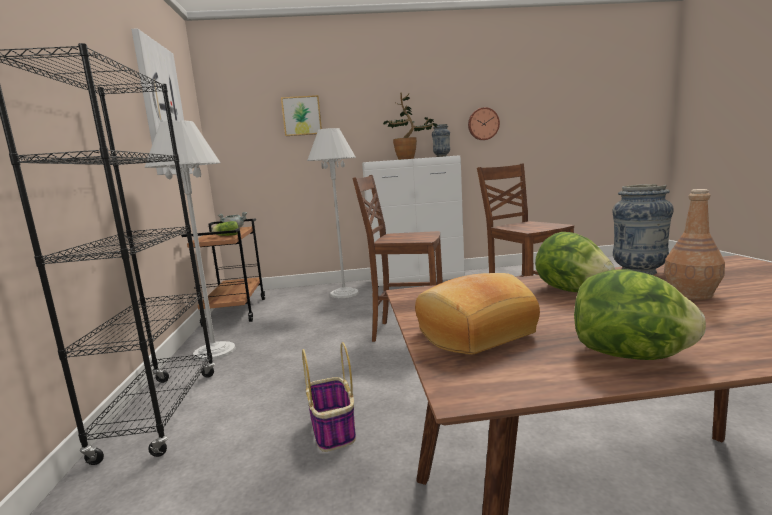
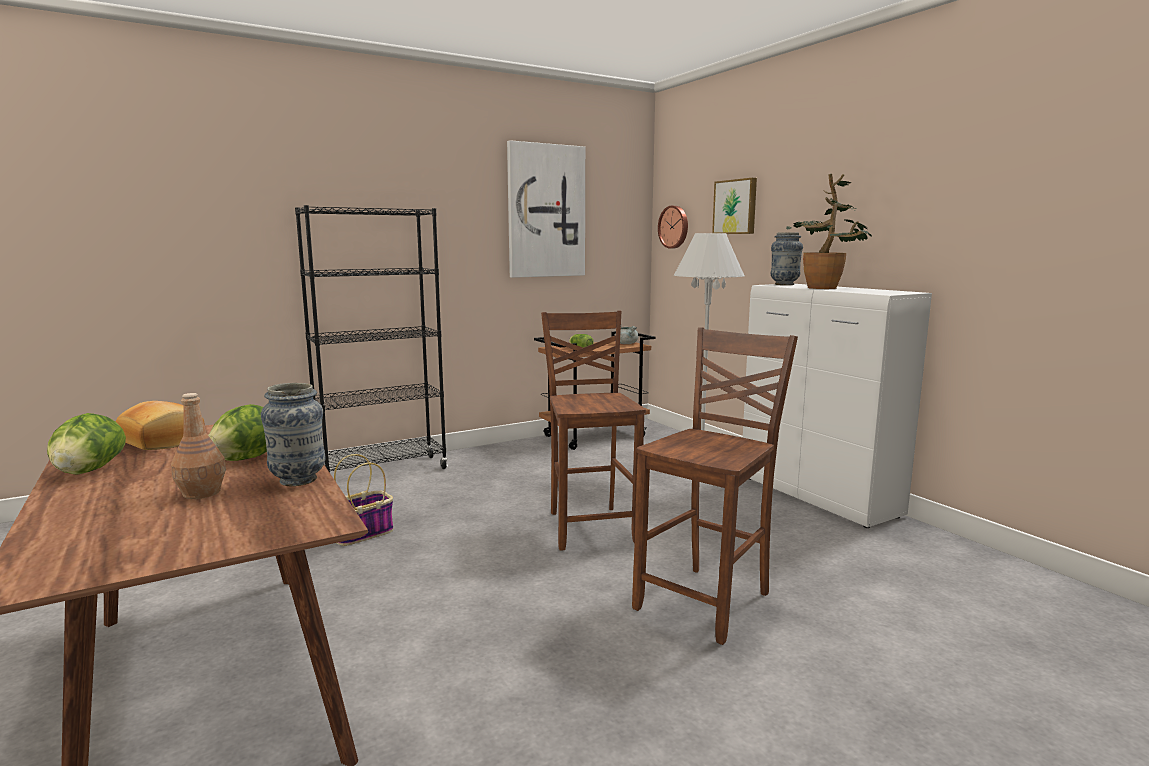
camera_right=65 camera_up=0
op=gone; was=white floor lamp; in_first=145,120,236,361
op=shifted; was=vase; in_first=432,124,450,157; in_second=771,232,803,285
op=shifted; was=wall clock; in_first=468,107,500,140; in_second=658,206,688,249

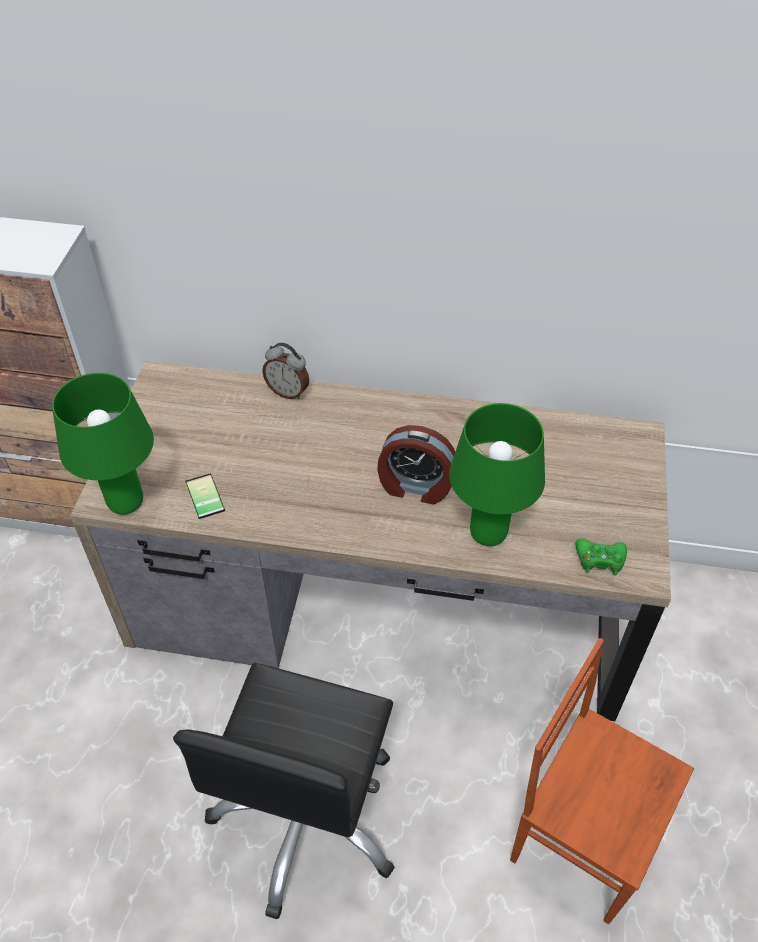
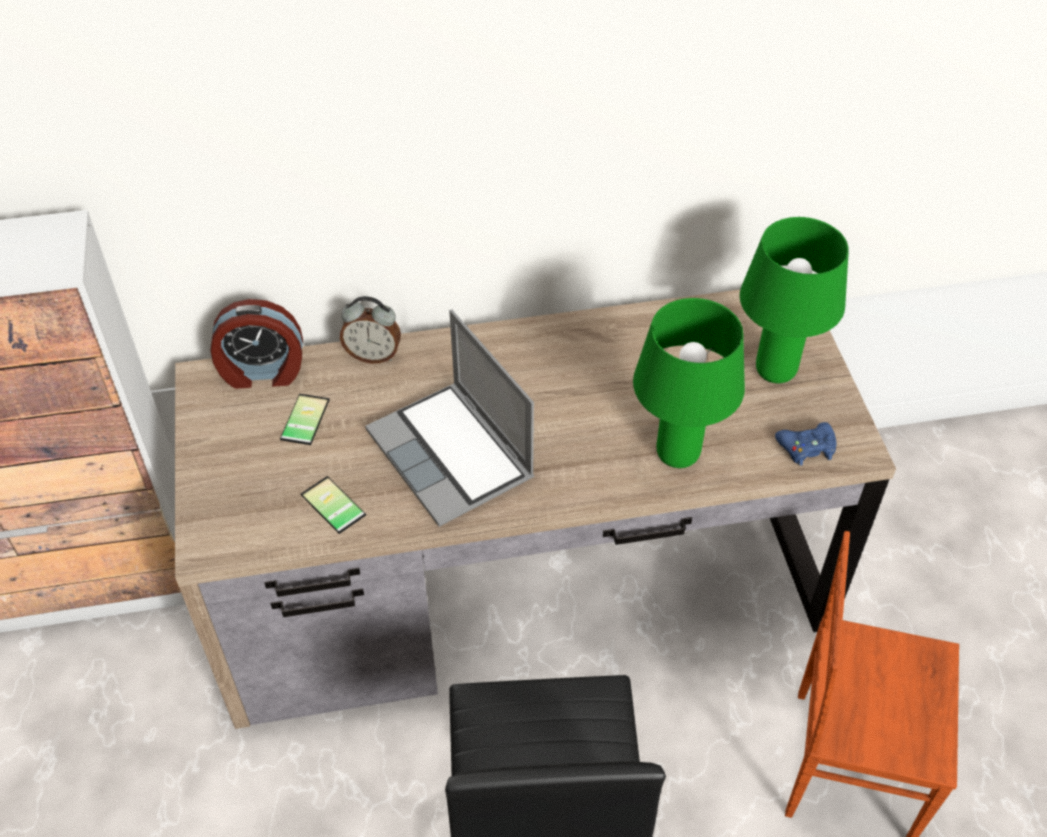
camera_right=-20 camera_up=0
op=new; now=phone; in_second=280,394,330,445
op=new; now=laptop; in_second=365,309,534,527
op=shifted; was=green table lamp; in_first=52,373,154,515; in_second=740,217,849,383
op=shifted; was=alarm clock; in_first=377,425,455,505; in_second=210,299,303,389
op=repainted; was=green game controller; now=blue game controller; in_first=576,539,627,575; in_second=775,422,836,466

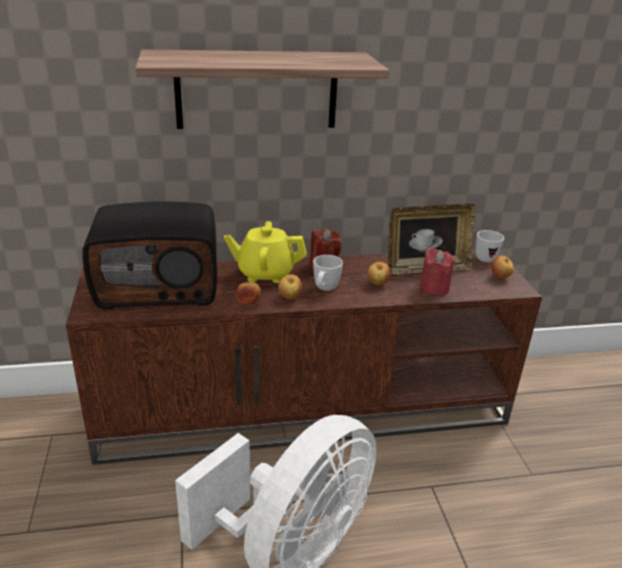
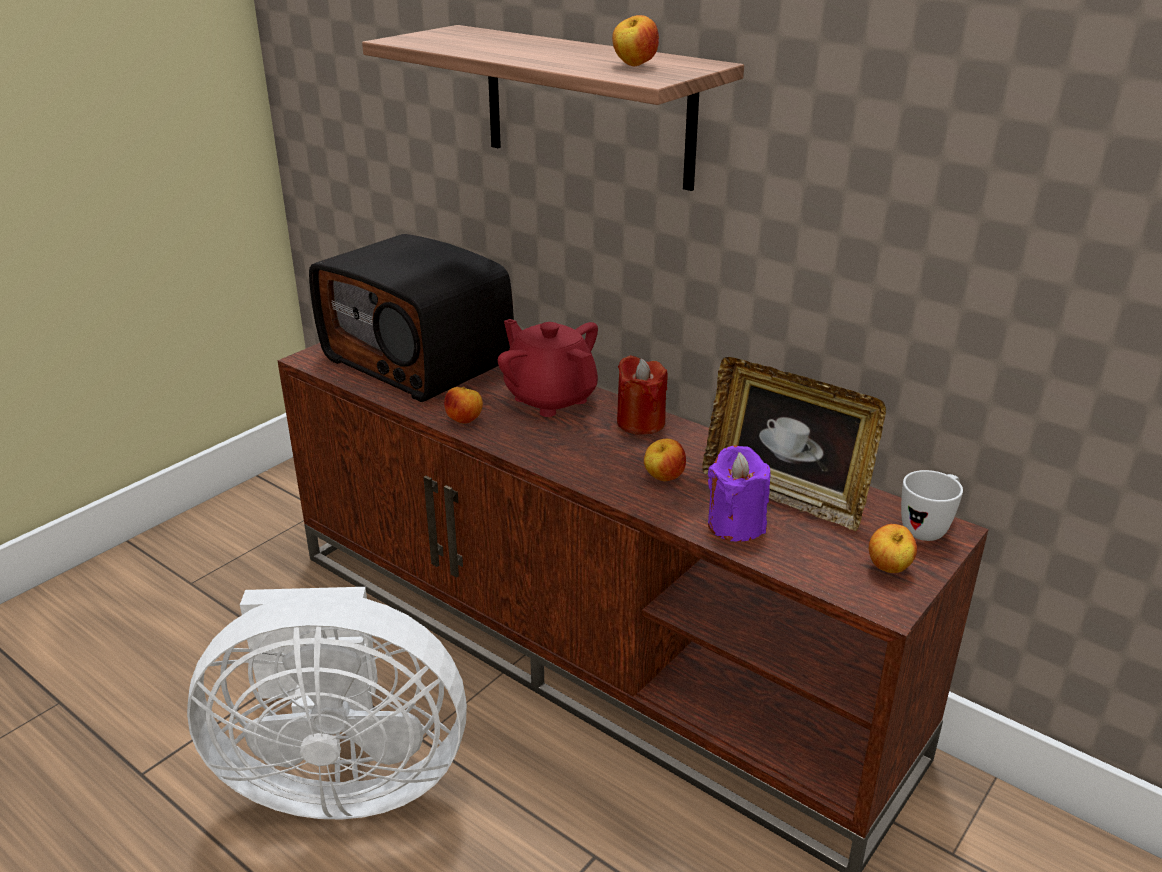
camera_right=50 camera_up=0
op=gone; was=white mug; in_first=313,255,343,291
op=shifted; was=apple; in_first=278,274,302,299; in_second=612,15,659,66
op=repainted; was=yellow teapot; now=red teapot; in_first=224,221,307,283; in_second=498,319,598,417
op=repainted; was=red candle; now=purple candle; in_first=420,247,455,296; in_second=708,445,770,542

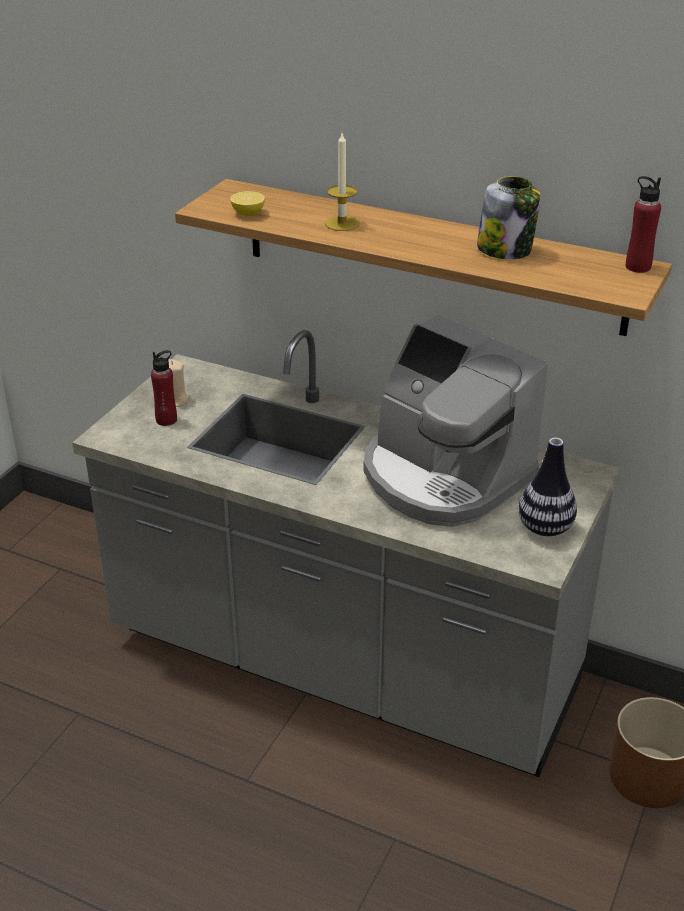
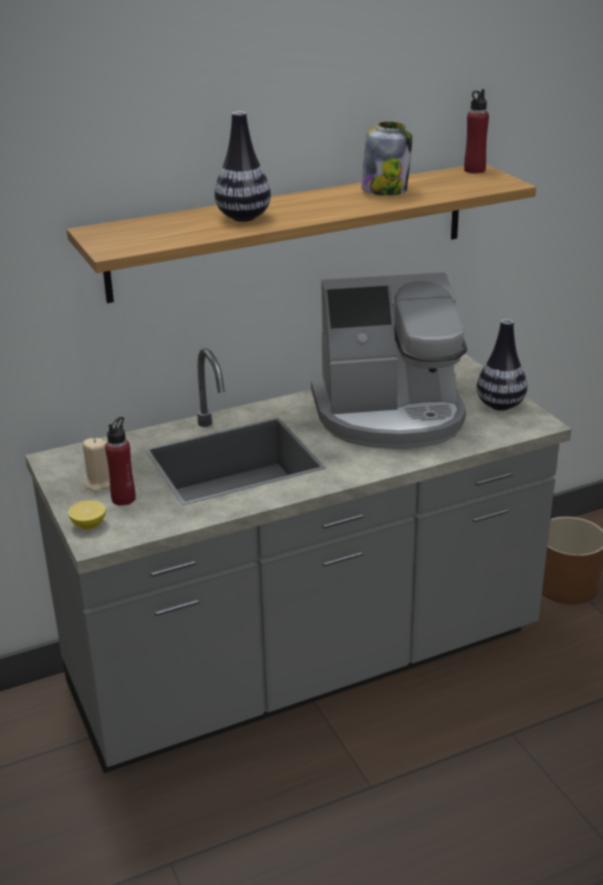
camera_right=-50 camera_up=-5
op=shifted; was=lemon; in_first=230,191,265,216; in_second=68,500,106,529
op=swapped; was=candle; now=vase; in_first=325,133,360,231; in_second=215,111,271,222

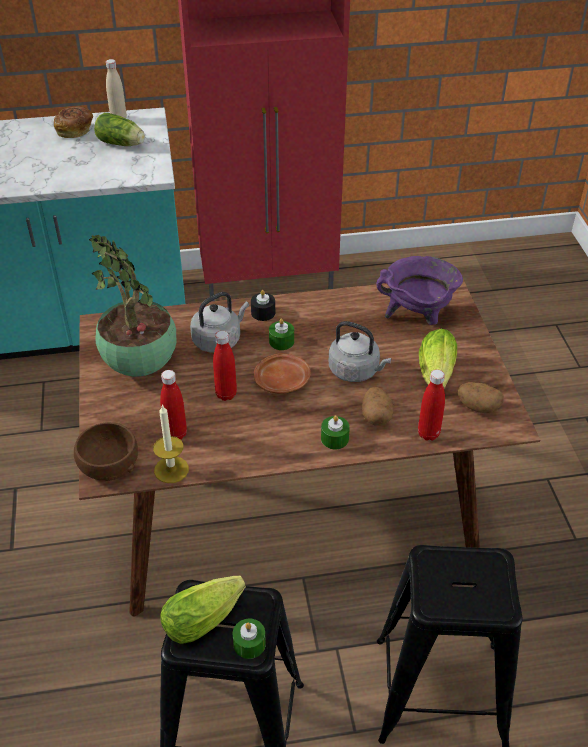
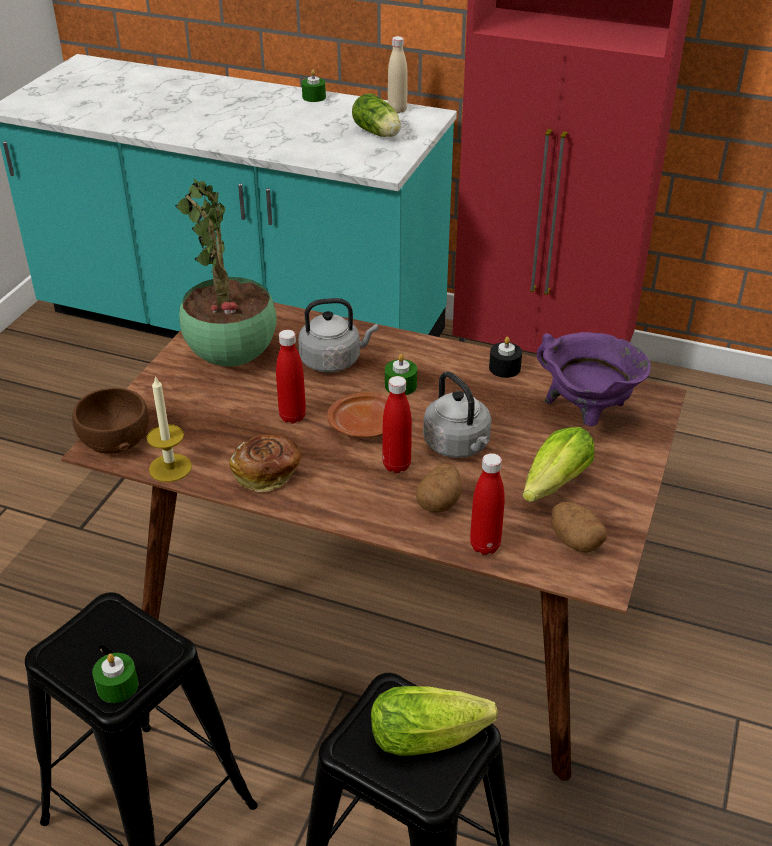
camera_right=30 camera_up=-5
op=shifted; was=bread; in_first=54,106,93,138; in_second=229,434,301,492
op=shifted; was=red bottle; in_first=160,370,187,440; in_second=383,376,412,473
op=shifted; was=lettuce; in_first=160,576,246,644; in_second=371,686,498,756
op=shifted; was=black candle; in_first=251,290,275,321; in_second=489,337,522,378
op=shifted; was=green candle; in_first=321,415,350,449; in_second=302,70,326,102

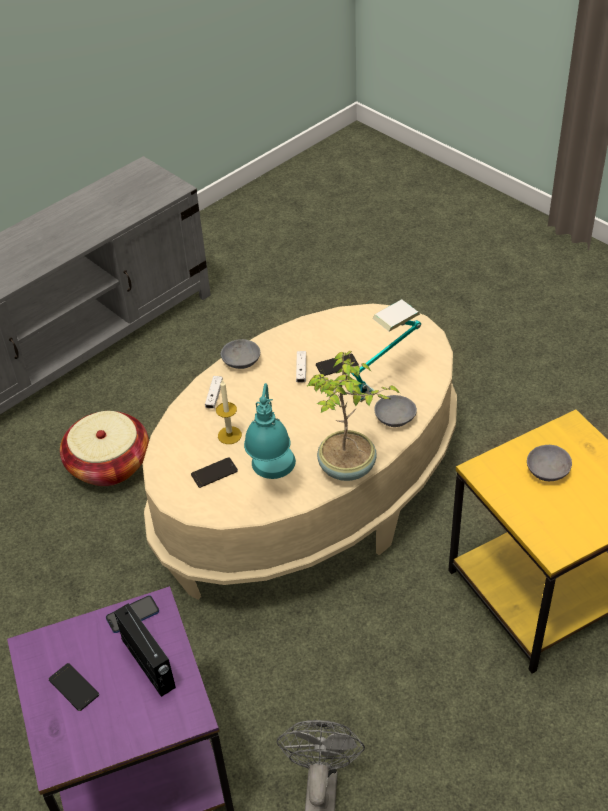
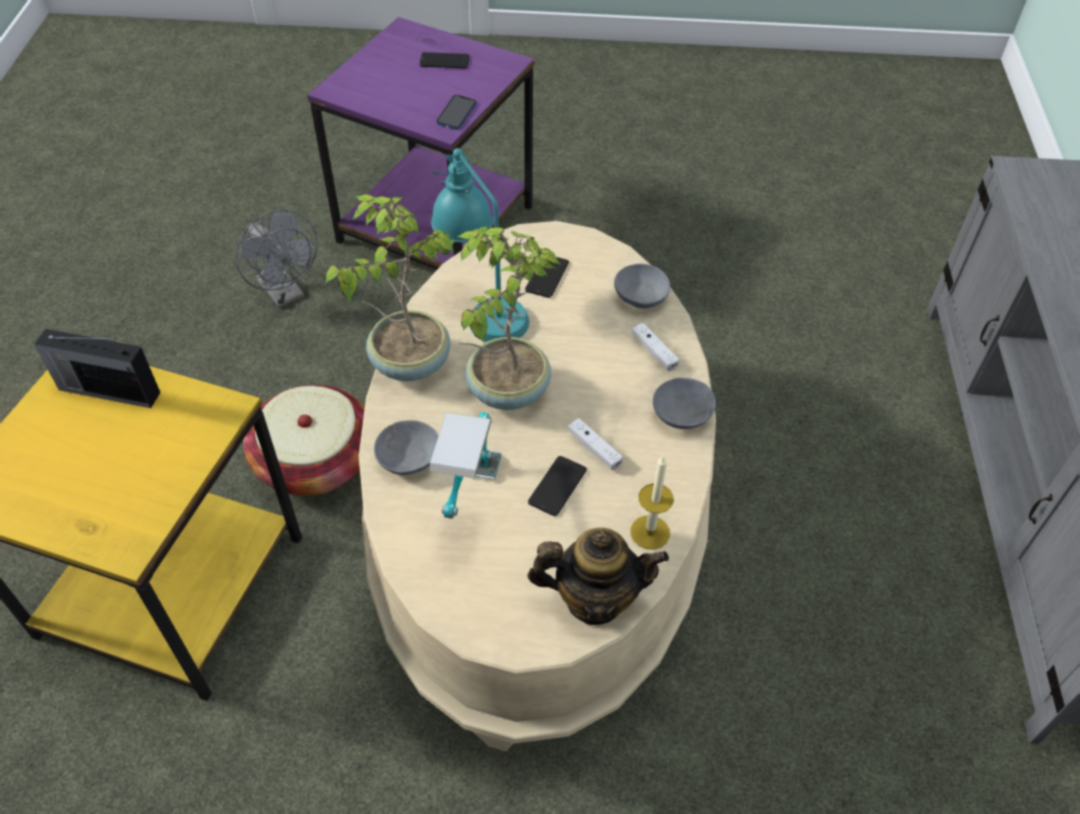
camera_right=135 camera_up=5
op=new; now=potted plant; in_second=457,226,561,410
op=new; now=teapot; in_second=528,527,669,625
op=shifted; was=basket; in_first=60,411,149,486; in_second=243,385,365,495
op=shifted; was=radio; in_first=114,603,176,697; in_second=34,329,161,408
op=shifted; was=candle; in_first=216,380,242,444; in_second=630,455,674,549
op=shifted; was=grey bowl; in_first=527,445,572,481; in_second=614,264,670,309

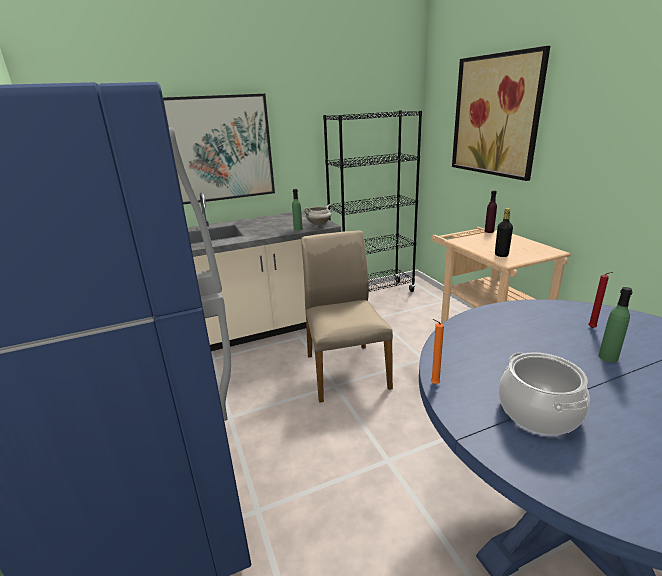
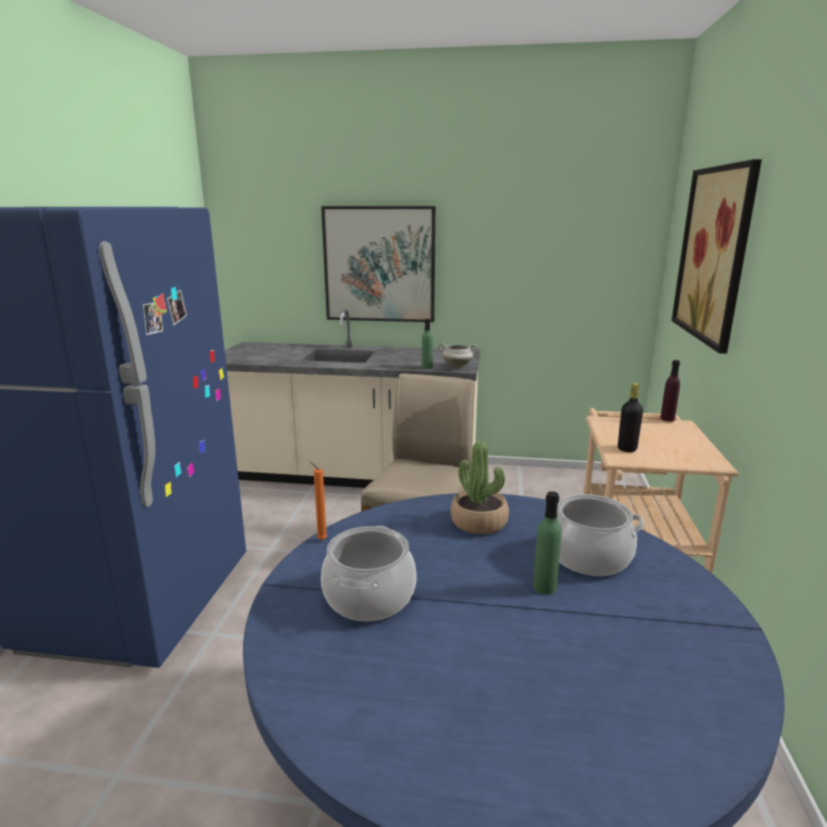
camera_right=30 camera_up=-5
op=gone; was=black bookcase; in_first=323,110,422,292
op=new; now=potted plant; in_second=450,441,509,534
op=swapped; was=red candle; now=cooking pot; in_first=588,272,613,328; in_second=557,494,644,576

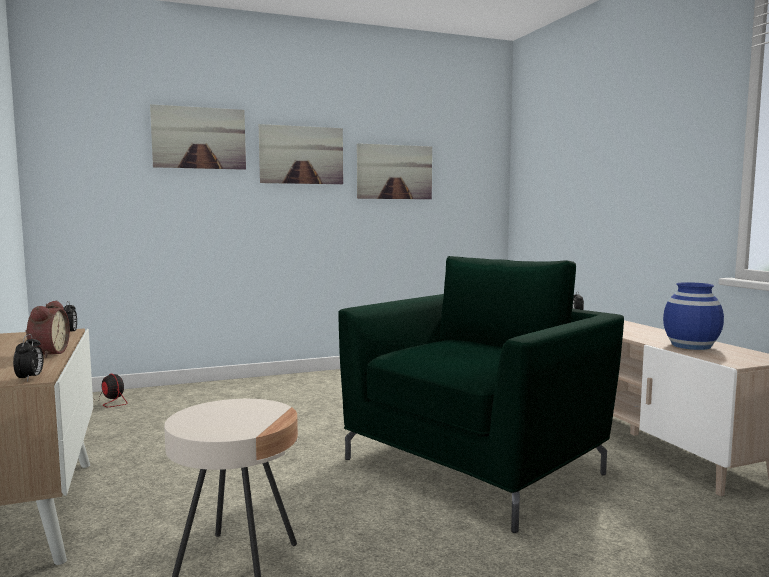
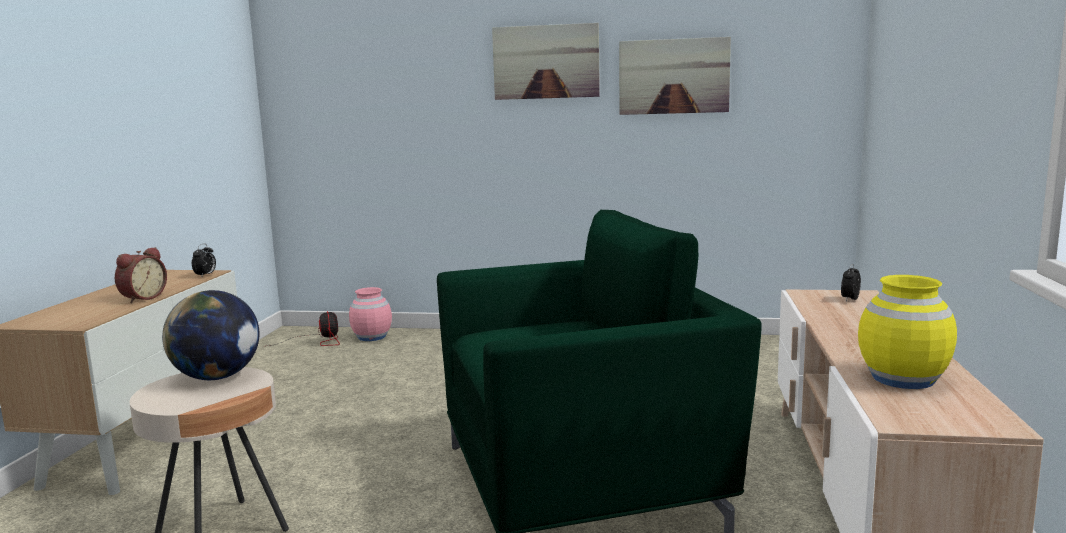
camera_right=30 camera_up=5
op=gone; was=alarm clock; in_first=13,334,43,382
op=gone; was=picture; in_first=150,104,246,170
op=new; now=globe; in_second=162,290,260,380
op=new; now=pink vase; in_second=349,287,392,341
op=repainted; was=blue vase; now=yellow vase; in_first=663,282,724,350; in_second=858,275,957,389

